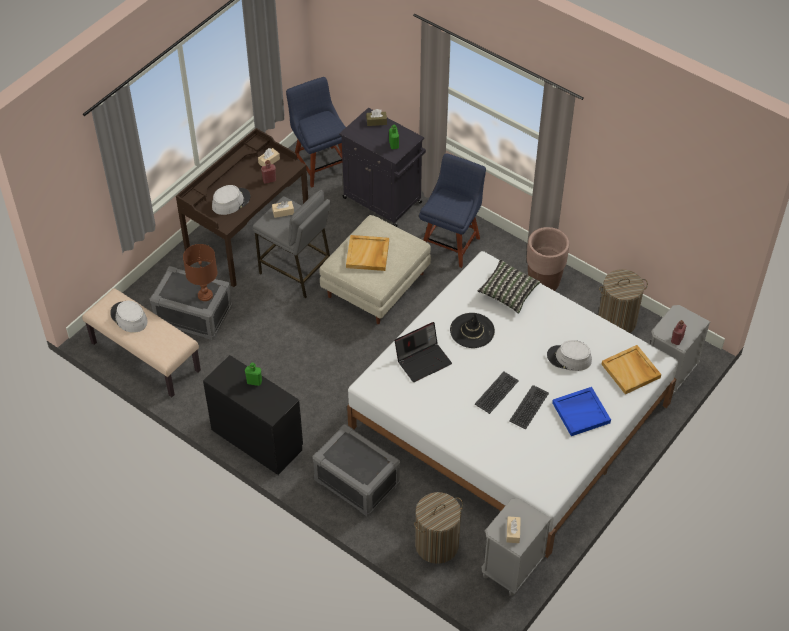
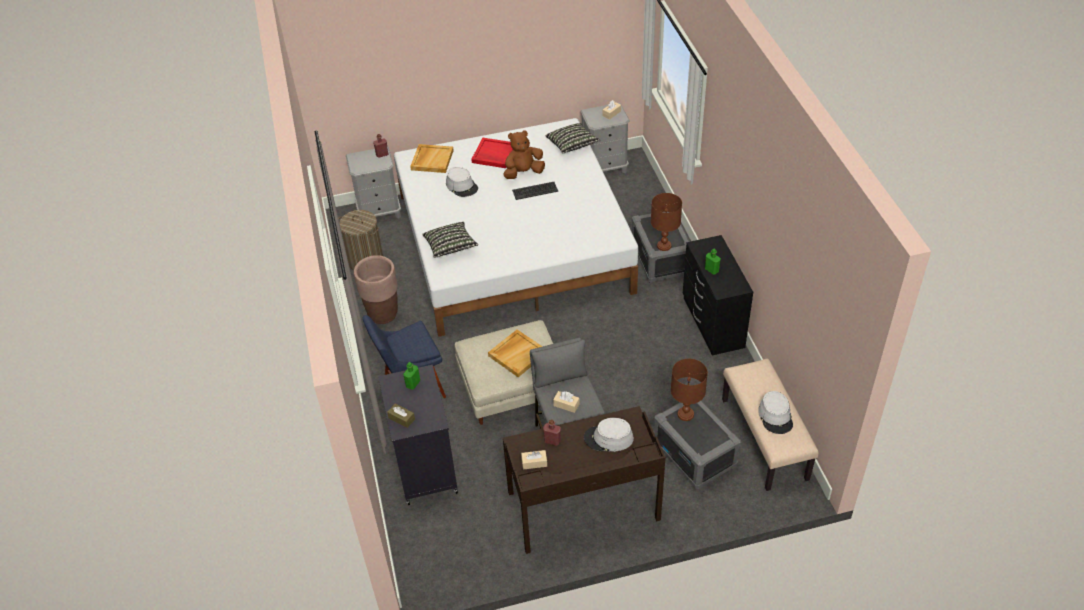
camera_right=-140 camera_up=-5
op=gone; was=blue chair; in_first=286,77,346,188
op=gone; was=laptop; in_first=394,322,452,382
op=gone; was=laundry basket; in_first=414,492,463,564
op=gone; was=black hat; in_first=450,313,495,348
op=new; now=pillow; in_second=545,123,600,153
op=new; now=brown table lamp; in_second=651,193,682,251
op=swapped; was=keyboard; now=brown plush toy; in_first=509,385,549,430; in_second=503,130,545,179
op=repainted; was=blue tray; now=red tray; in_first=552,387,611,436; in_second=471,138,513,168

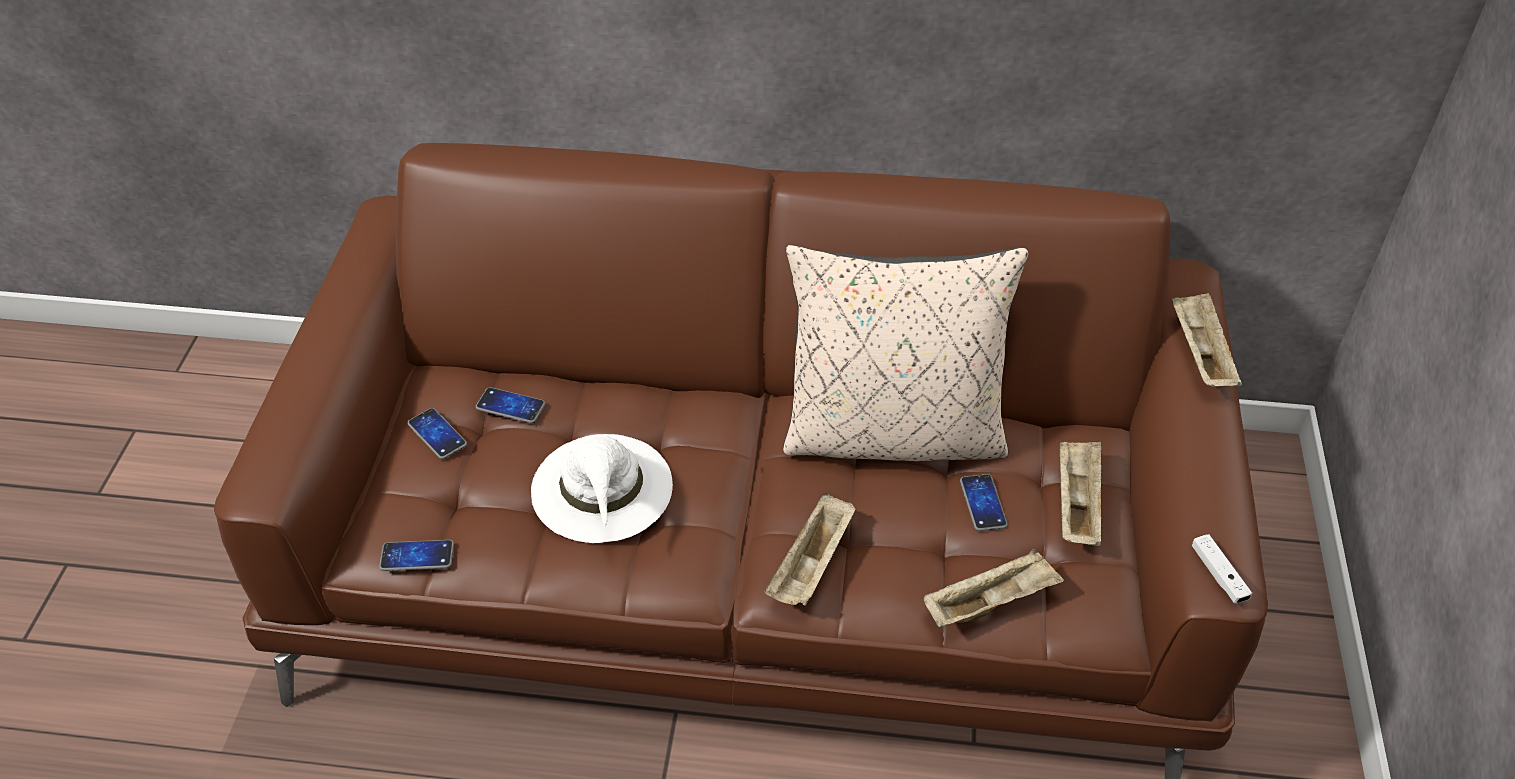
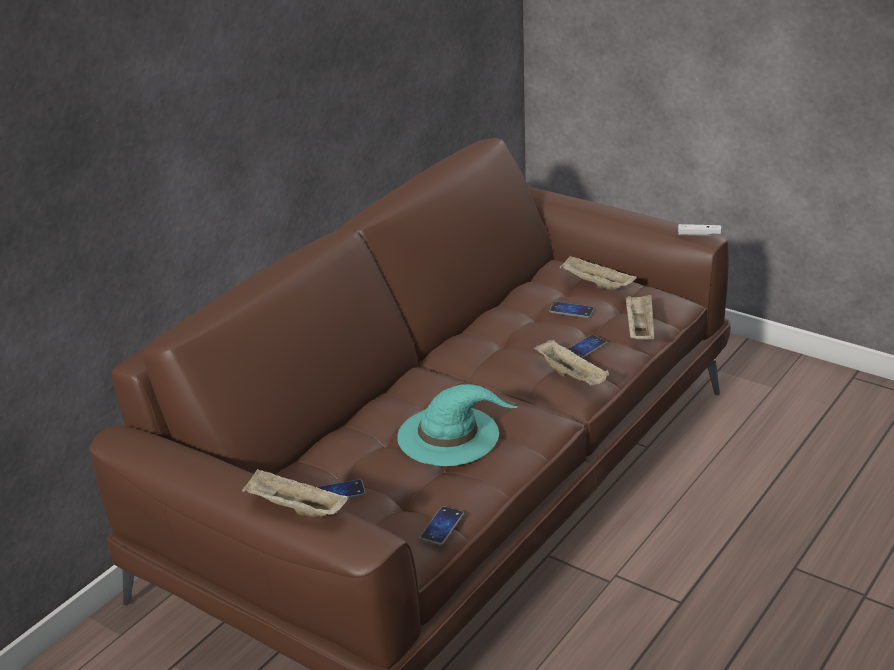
camera_right=-60 camera_up=-15
op=gone; was=beige pillow; in_first=783,245,1028,461
op=shifted; was=phone; in_first=476,387,545,423; in_second=568,335,607,359
op=shifted; was=beige tray; in_first=1172,292,1242,387; in_second=242,468,349,517
op=repainted; was=white hat; now=turquoise hat; in_first=531,434,673,543; in_second=397,384,518,466

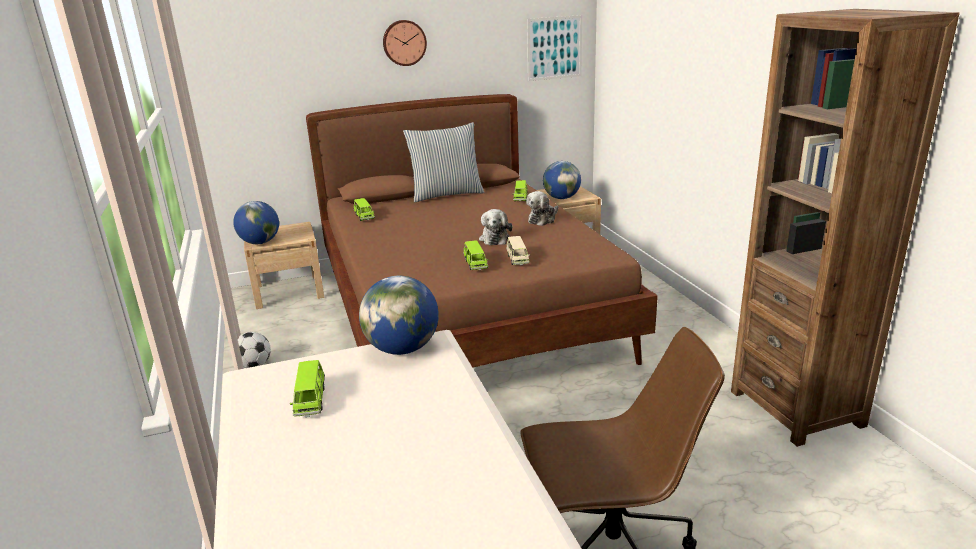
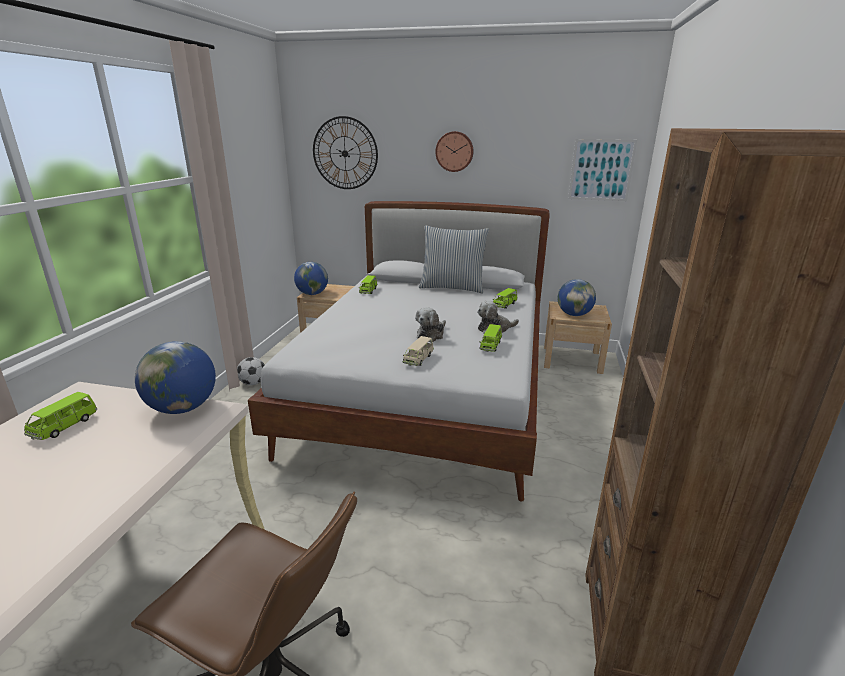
camera_right=30 camera_up=0
op=new; now=wall clock; in_second=313,116,378,189
op=shifted; was=green toy car; in_first=463,240,488,270; in_second=479,324,502,352
op=repainted; was=brown bed; now=white bed; in_first=306,94,658,368; in_second=248,201,550,502

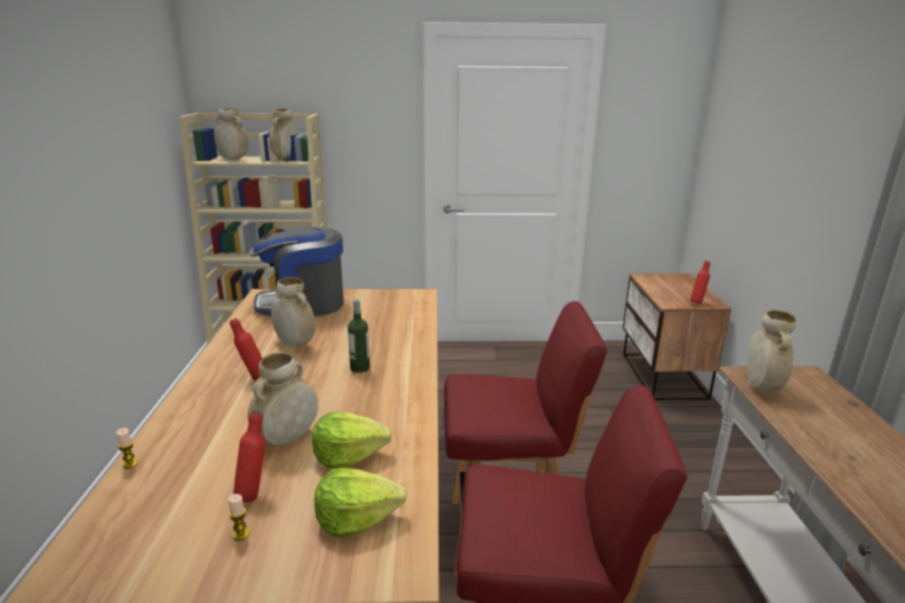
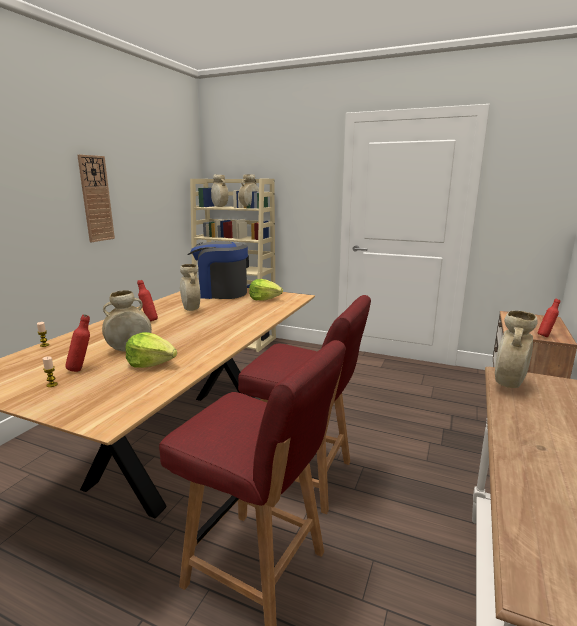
camera_right=25 camera_up=-5
op=gone; was=bottle; in_first=348,299,370,373
op=new; now=wall clock; in_second=77,154,115,242
op=shifted; was=lettuce; in_first=314,468,407,537; in_second=249,279,283,301

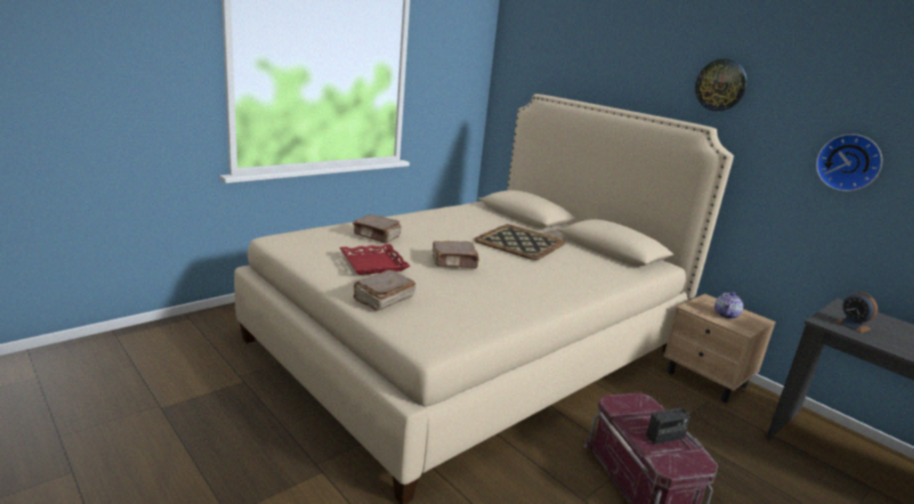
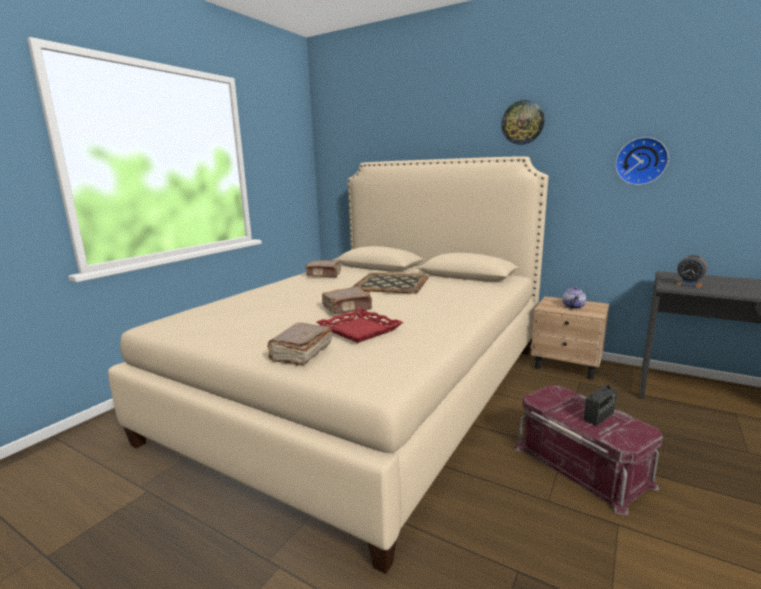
camera_right=-15 camera_up=-5
op=shifted; was=red tray; in_first=340,244,410,275; in_second=317,308,403,343
op=shifted; was=brown book; in_first=353,214,402,243; in_second=305,260,341,277

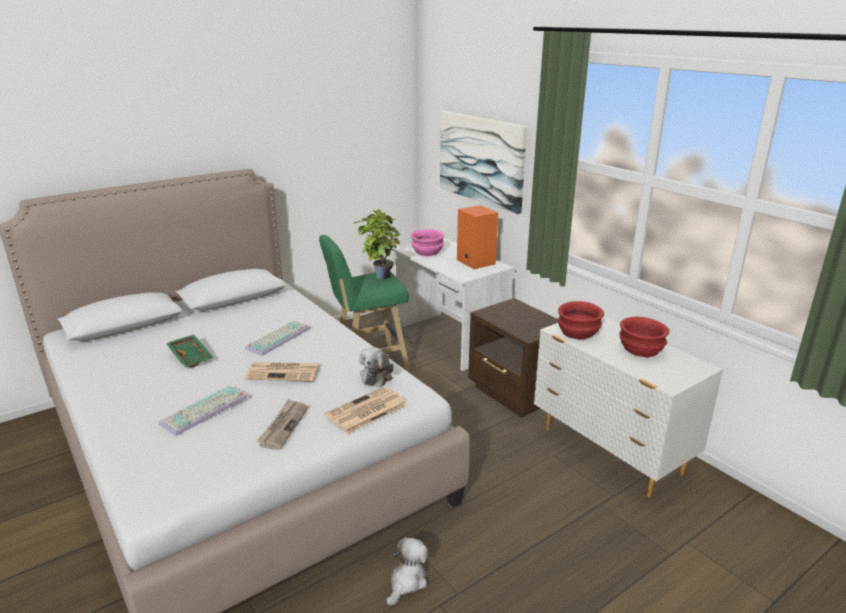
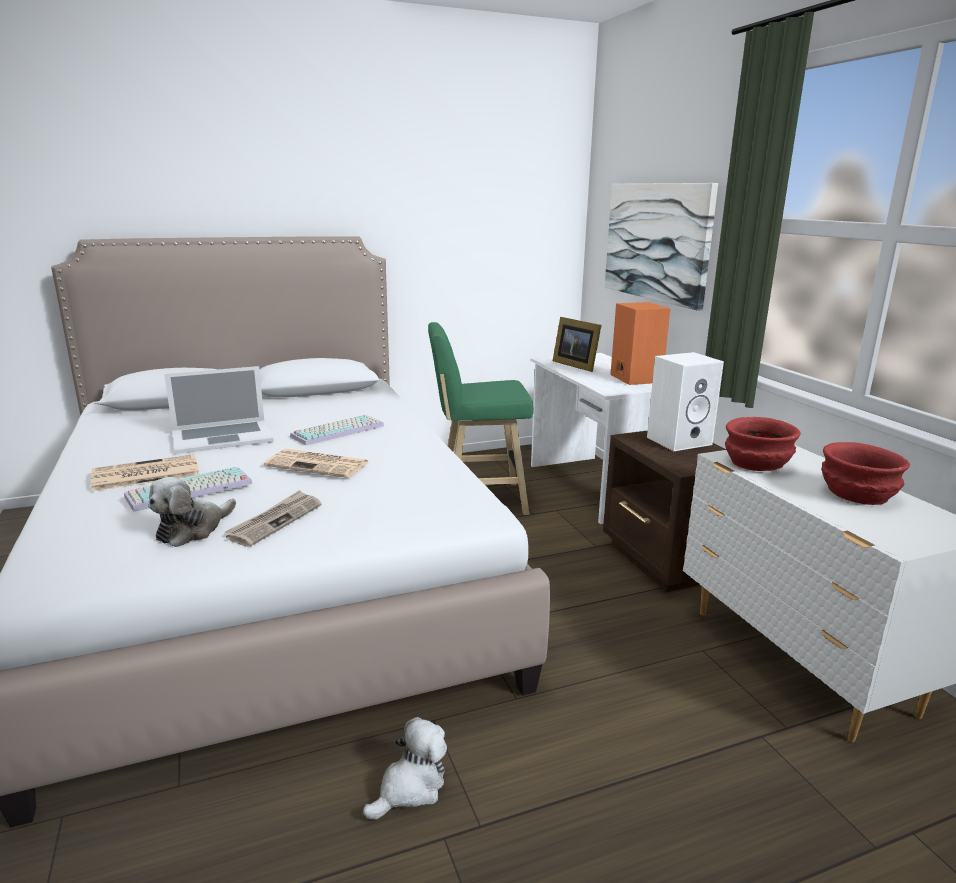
camera_right=15 camera_up=-5
op=gone; was=potted plant; in_first=353,208,400,279
op=new; now=white speaker; in_second=647,352,724,451
op=shifted; was=newspaper; in_first=325,387,407,434; in_second=91,454,199,491
op=shifted; was=plush toy; in_first=359,347,394,387; in_second=148,477,236,547
op=swapped; was=green tray; now=laptop; in_first=166,335,214,368; in_second=164,366,273,454
op=swapped; was=pink bowl; now=picture frame; in_first=411,229,444,256; in_second=553,317,602,372

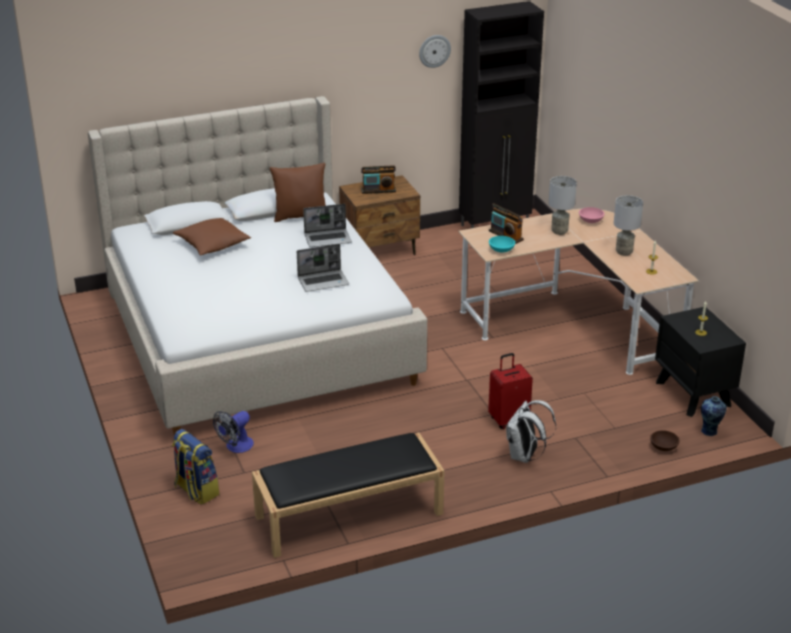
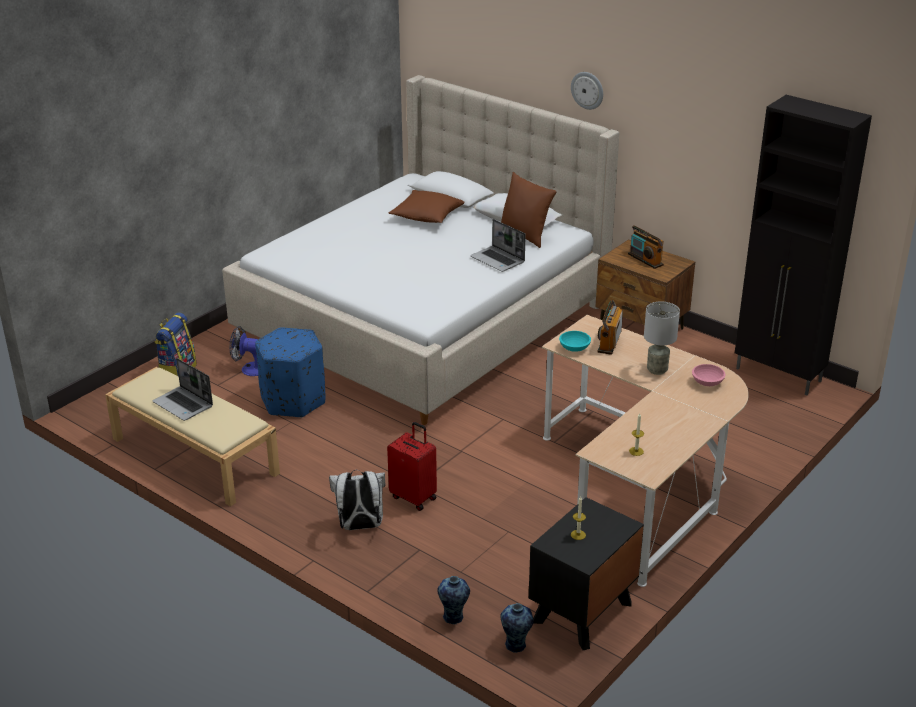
camera_right=60 camera_up=0
op=gone; was=grey table lamp; in_first=614,195,643,256
op=new; now=blue ottoman; in_second=255,327,325,418
op=shifted; was=laptop; in_first=297,244,349,292; in_second=152,358,213,421
op=shifted; was=wall clock; in_first=419,35,451,68; in_second=571,72,603,110
op=swapped; was=brown bowl; now=vase; in_first=650,430,680,451; in_second=437,576,470,624
op=repainted; was=black bench; now=beige bench; in_first=252,433,445,558; in_second=105,367,280,507

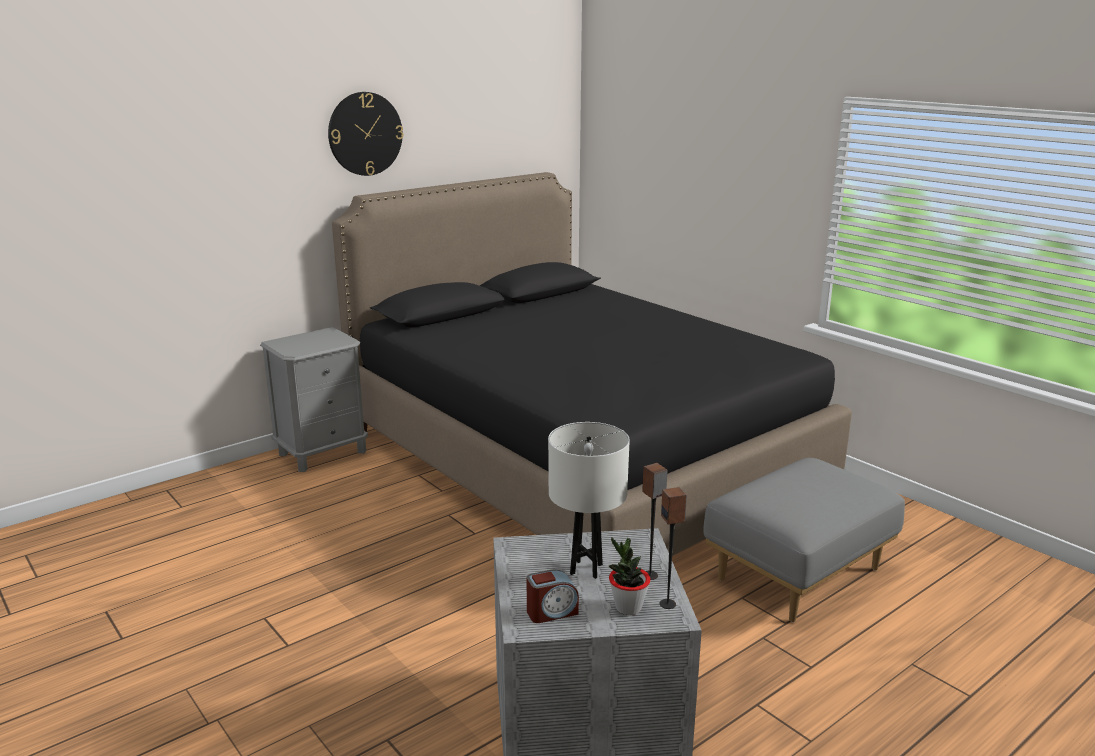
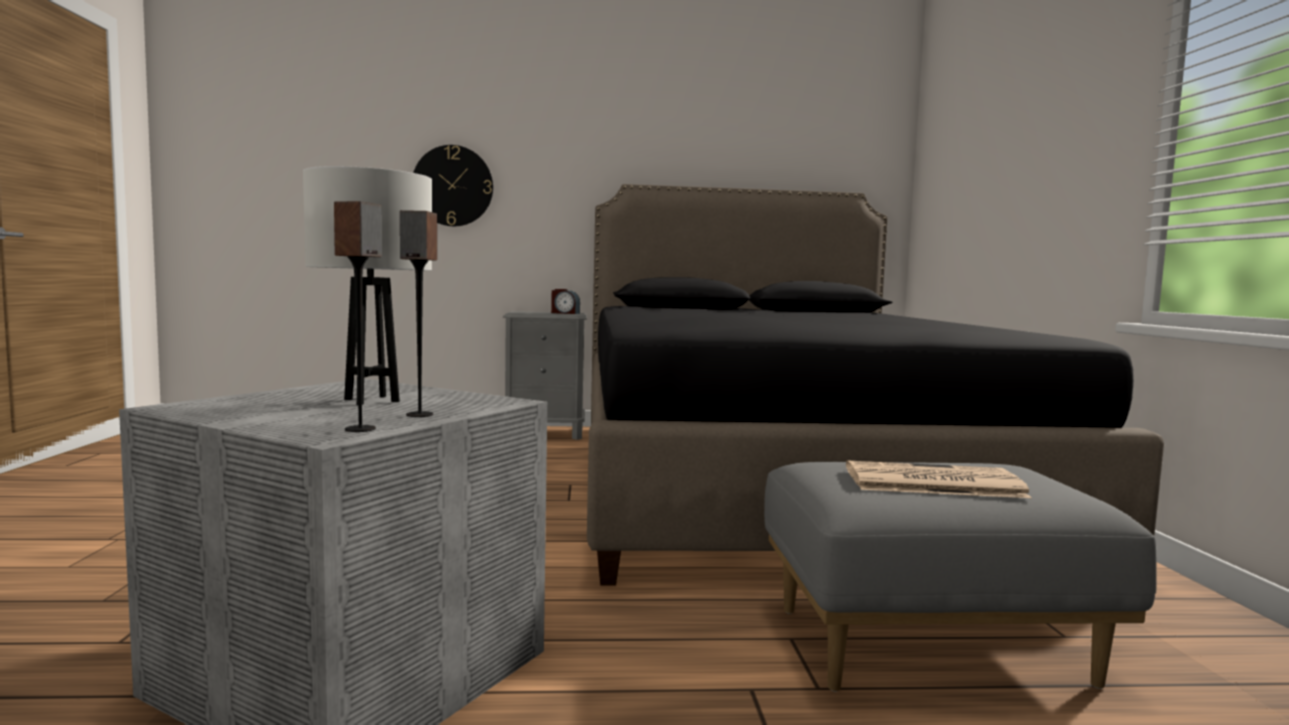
camera_right=35 camera_up=-15
op=gone; was=potted plant; in_first=609,537,651,615
op=new; now=newspaper; in_second=846,460,1031,498
op=shifted; was=wall clock; in_first=328,92,403,176; in_second=413,145,493,226
op=shifted; was=alarm clock; in_first=527,569,579,623; in_second=551,289,580,314

